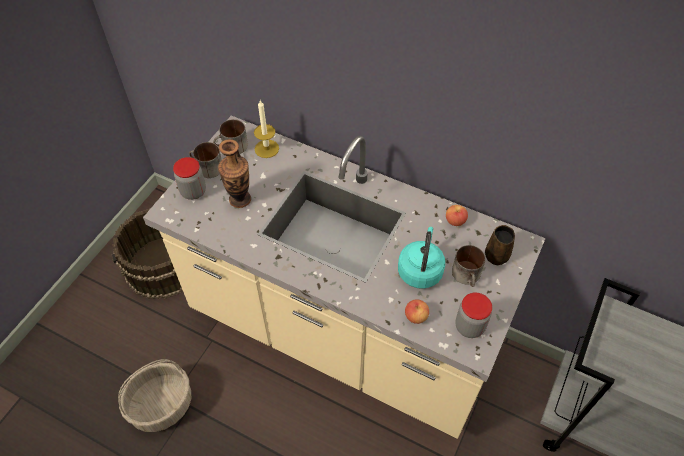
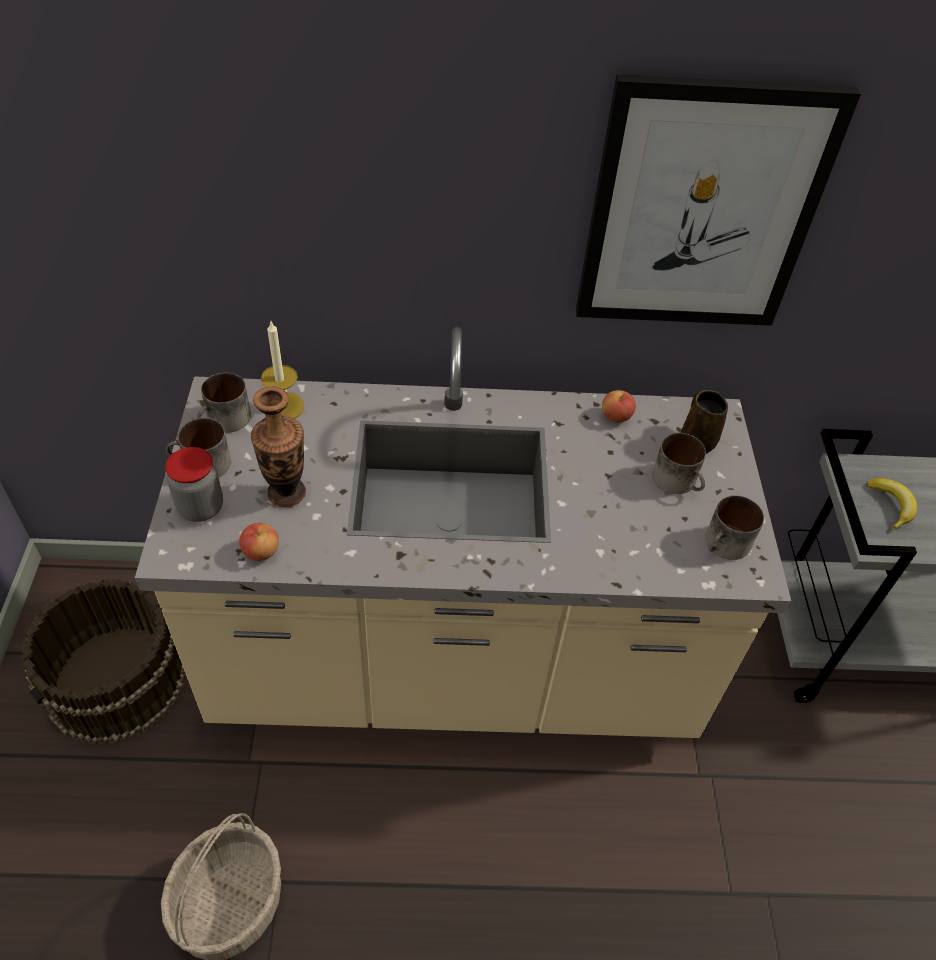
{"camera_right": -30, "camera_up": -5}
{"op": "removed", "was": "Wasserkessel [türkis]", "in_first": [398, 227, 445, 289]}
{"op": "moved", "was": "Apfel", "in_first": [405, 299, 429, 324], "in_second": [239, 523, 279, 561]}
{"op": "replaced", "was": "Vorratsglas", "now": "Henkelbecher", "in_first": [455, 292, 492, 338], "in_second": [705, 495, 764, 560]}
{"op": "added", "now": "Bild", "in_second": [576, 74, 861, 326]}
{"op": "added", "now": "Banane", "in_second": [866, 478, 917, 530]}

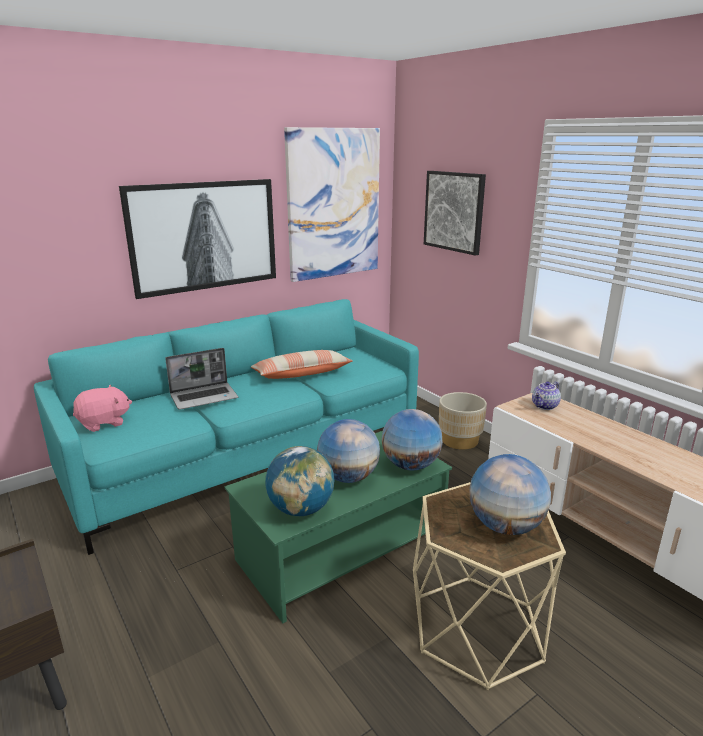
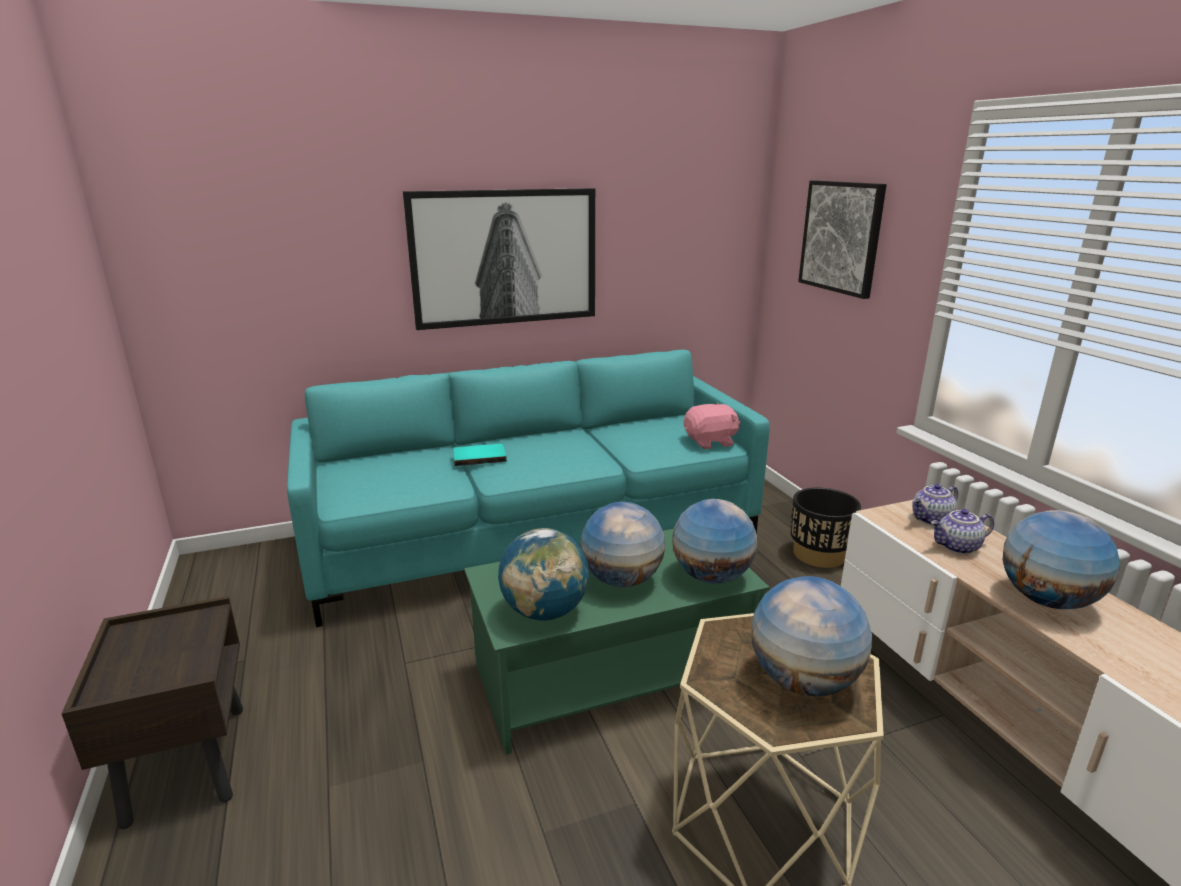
{"camera_right": 15, "camera_up": 0}
{"op": "moved", "was": "Plüschtier [rosa]", "in_first": [73, 385, 132, 432], "in_second": [684, 403, 740, 449]}
{"op": "replaced", "was": "Laptop", "now": "Buch [türkis]", "in_first": [165, 348, 238, 410], "in_second": [453, 444, 507, 466]}
{"op": "removed", "was": "Kissen", "in_first": [251, 350, 353, 379]}
{"op": "removed", "was": "Bild", "in_first": [284, 127, 380, 282]}
{"op": "recoloured", "was": "Pflanzkübel [beige]", "now": "Pflanzkübel [schwarz]", "in_first": [439, 392, 487, 450], "in_second": [790, 488, 861, 568]}
{"op": "added", "now": "Teekanne", "in_second": [931, 509, 994, 554]}
{"op": "added", "now": "Globus", "in_second": [1003, 510, 1120, 609]}

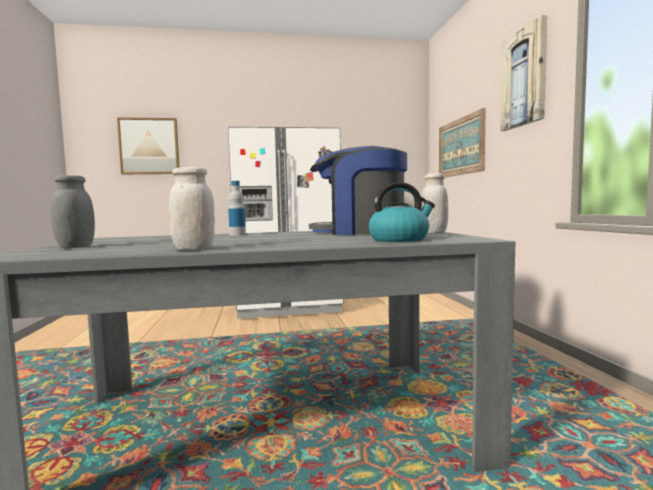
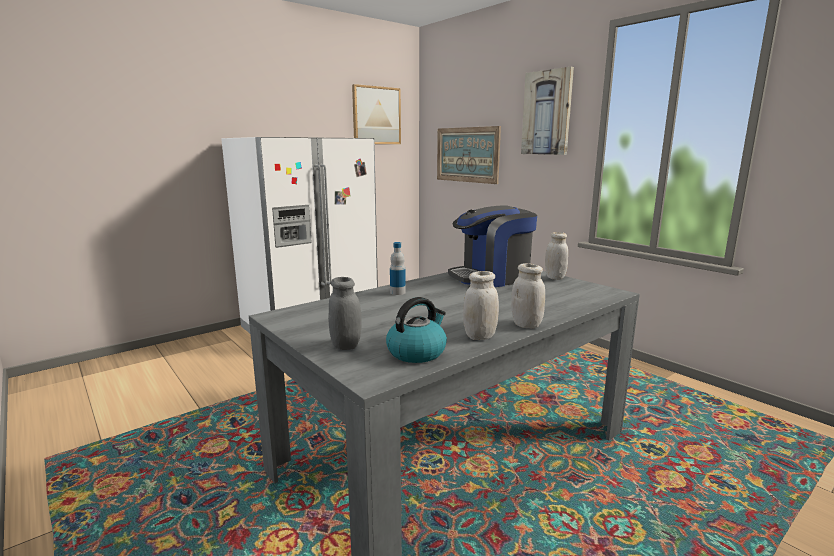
{"camera_right": -30, "camera_up": 10}
{"op": "moved", "was": "Bild", "in_first": [117, 117, 179, 174], "in_second": [352, 84, 401, 144]}
{"op": "moved", "was": "Wasserkessel", "in_first": [368, 182, 435, 242], "in_second": [386, 297, 447, 363]}
{"op": "added", "now": "Vorratsglas [weiß]", "in_second": [511, 263, 545, 329]}

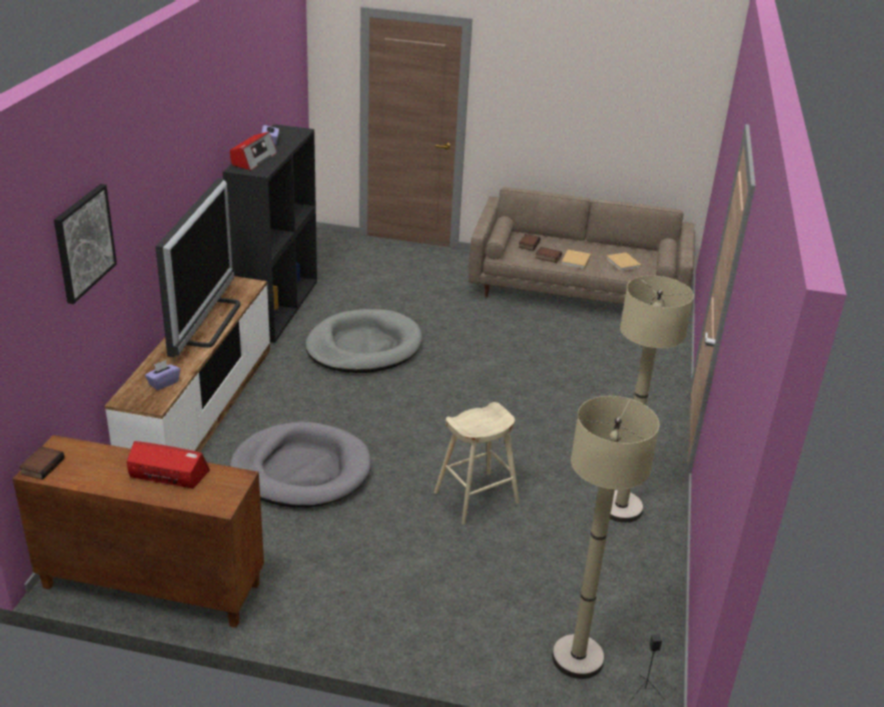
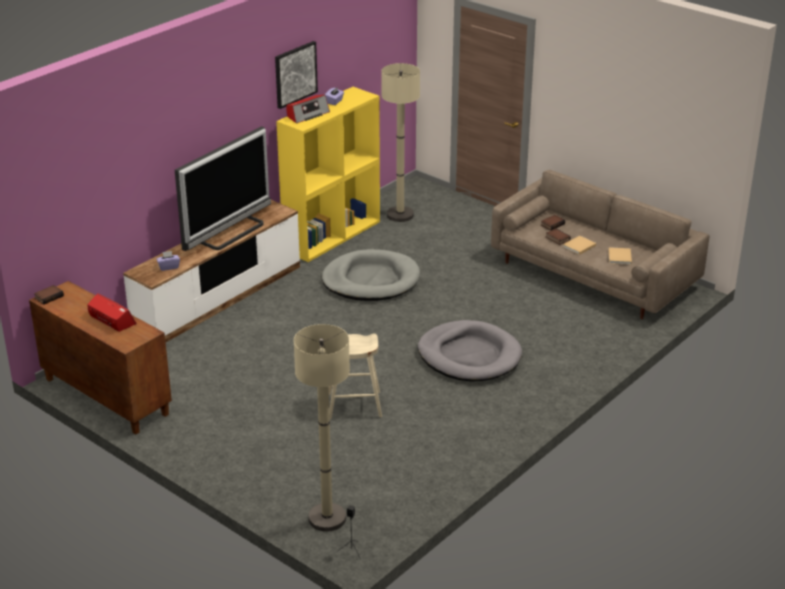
{"camera_right": 30, "camera_up": 0}
{"op": "moved", "was": "Bild", "in_first": [54, 184, 117, 304], "in_second": [275, 41, 318, 109]}
{"op": "recoloured", "was": "Bücherregal [schwarz]", "now": "Bücherregal [gelb]", "in_first": [223, 124, 317, 343], "in_second": [276, 87, 380, 262]}
{"op": "moved", "was": "Hundebett [grau]", "in_first": [230, 422, 371, 508], "in_second": [418, 320, 522, 381]}
{"op": "moved", "was": "Stehlampe [beige]", "in_first": [610, 276, 694, 523], "in_second": [381, 63, 420, 222]}

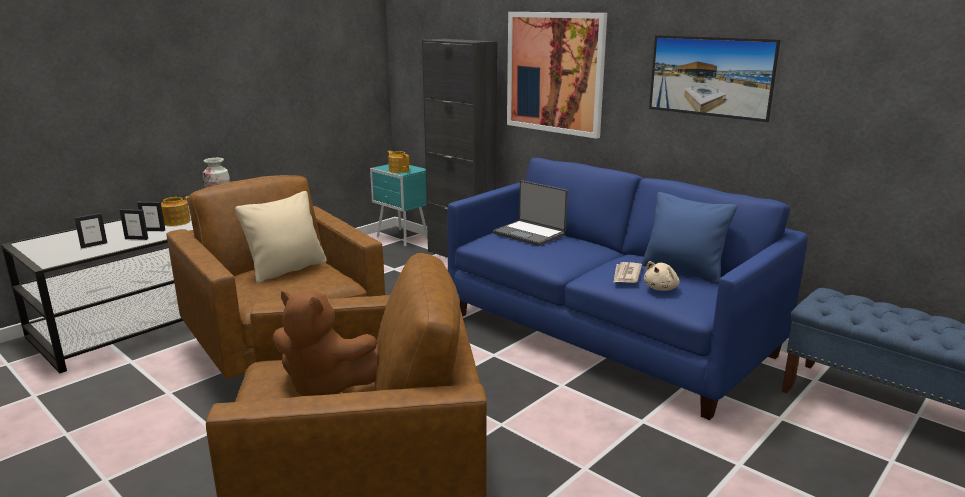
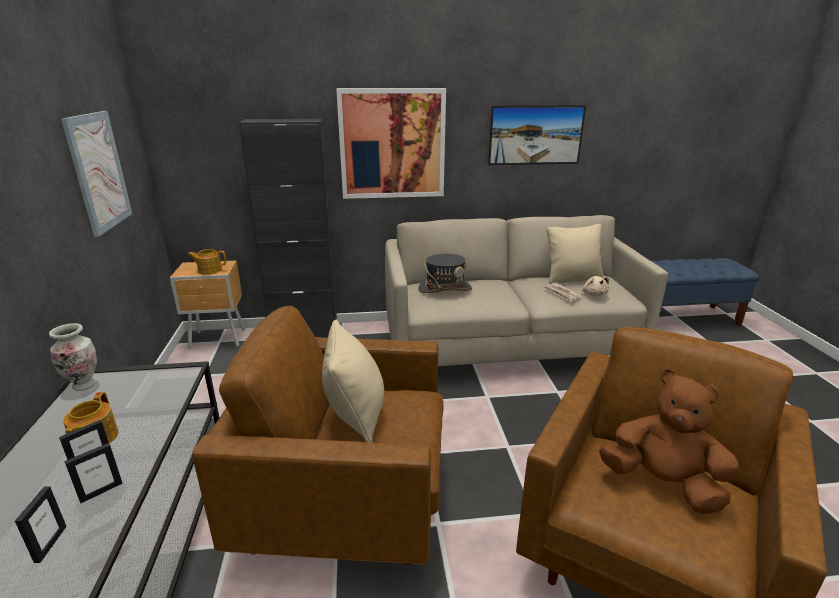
{"camera_right": -50, "camera_up": 5}
{"op": "turned", "was": "Plüschtier [braun]", "in_first": [273, 290, 378, 396], "in_second": [599, 370, 739, 514], "clockwise": -120}
{"op": "recoloured", "was": "Nachttisch [türkis]", "now": "Nachttisch [braun]", "in_first": [370, 164, 428, 247], "in_second": [170, 260, 246, 349]}
{"op": "recoloured", "was": "Sofa [blau]", "now": "Sofa [beige]", "in_first": [447, 158, 808, 420], "in_second": [385, 215, 668, 366]}
{"op": "replaced", "was": "Laptop", "now": "Hut [grau]", "in_first": [493, 180, 568, 246], "in_second": [418, 254, 472, 293]}
{"op": "recoloured", "was": "Kissen [blau]", "now": "Kissen [beige]", "in_first": [641, 192, 737, 284], "in_second": [547, 224, 604, 284]}
{"op": "added", "now": "Bild", "in_second": [61, 111, 132, 237]}

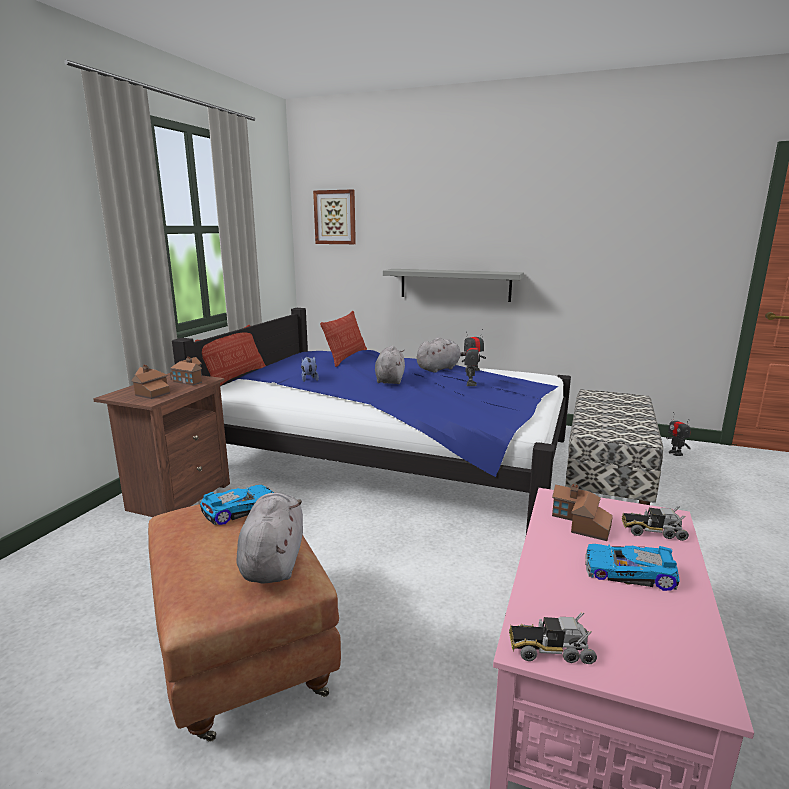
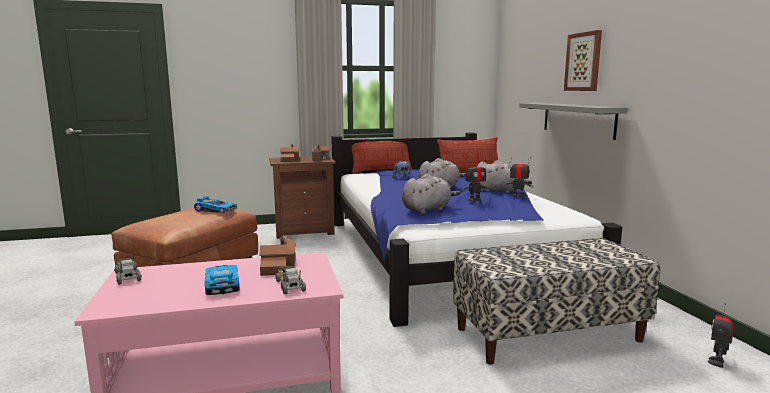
{"camera_right": 55, "camera_up": -5}
{"op": "moved", "was": "Plüschtier [grau]", "in_first": [236, 493, 303, 584], "in_second": [402, 174, 460, 214]}
{"op": "moved", "was": "Bild", "in_first": [313, 189, 356, 244], "in_second": [564, 30, 602, 91]}

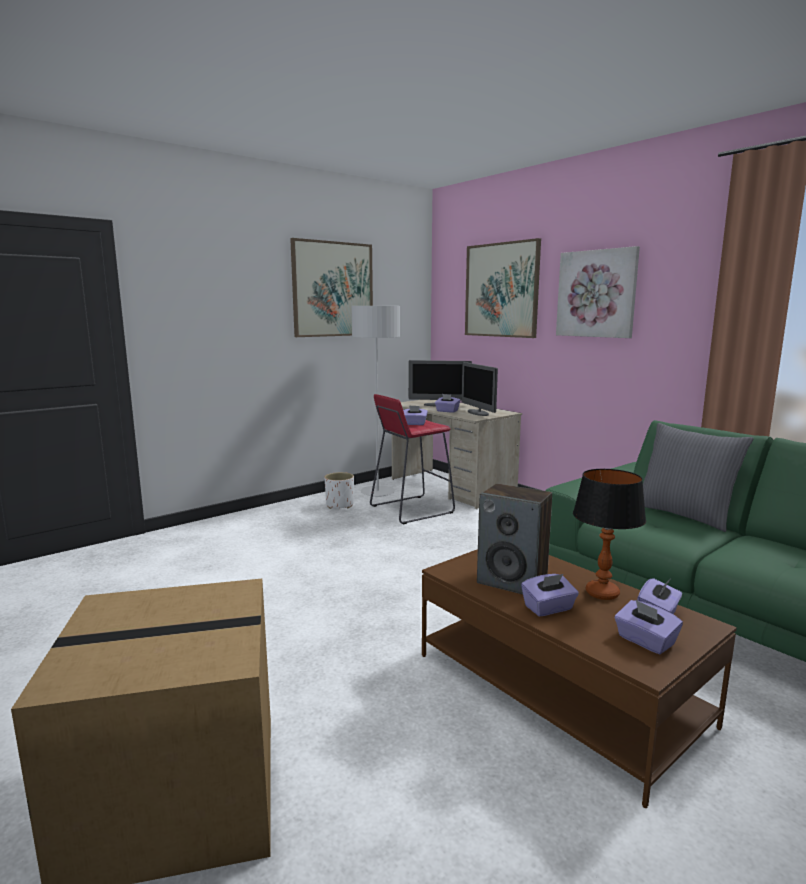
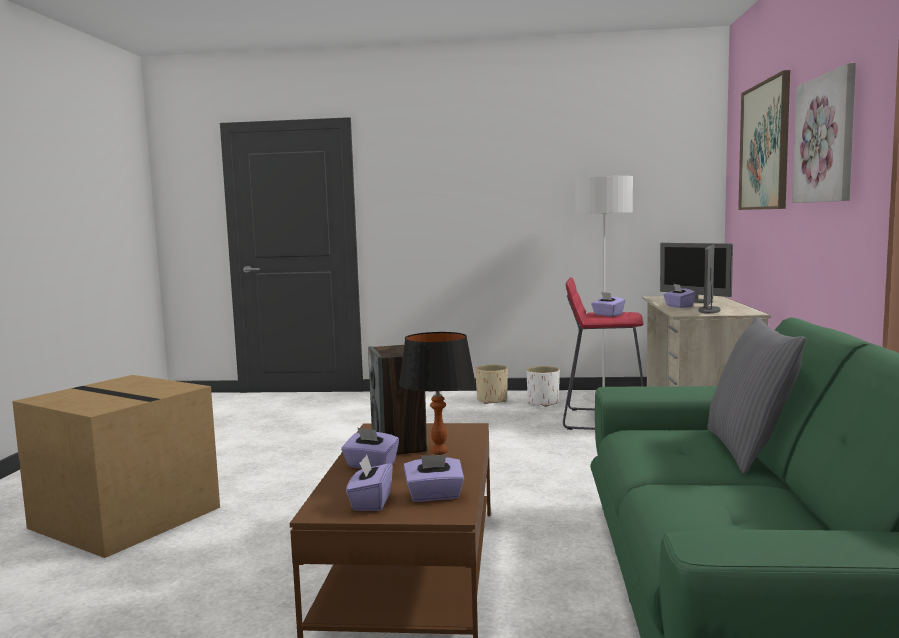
{"camera_right": 45, "camera_up": -5}
{"op": "removed", "was": "Bild", "in_first": [290, 238, 373, 337]}
{"op": "added", "now": "Pflanzkübel [beige]", "in_second": [475, 364, 508, 404]}

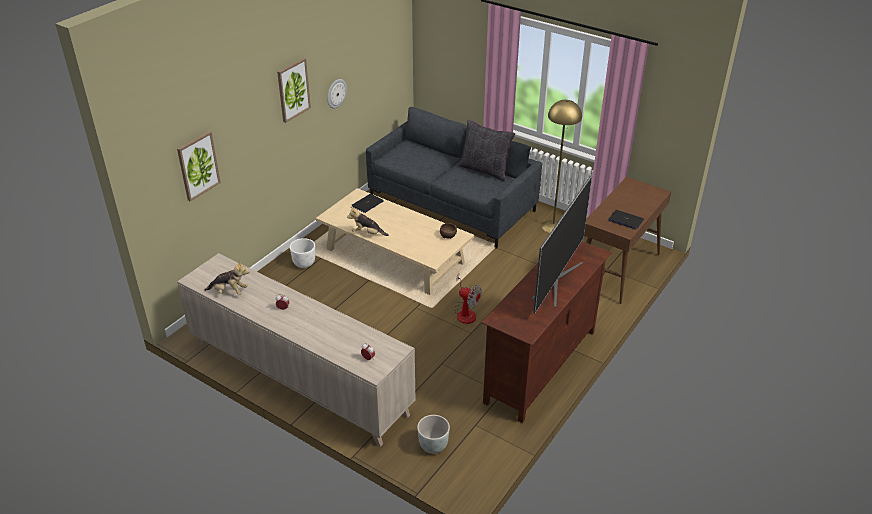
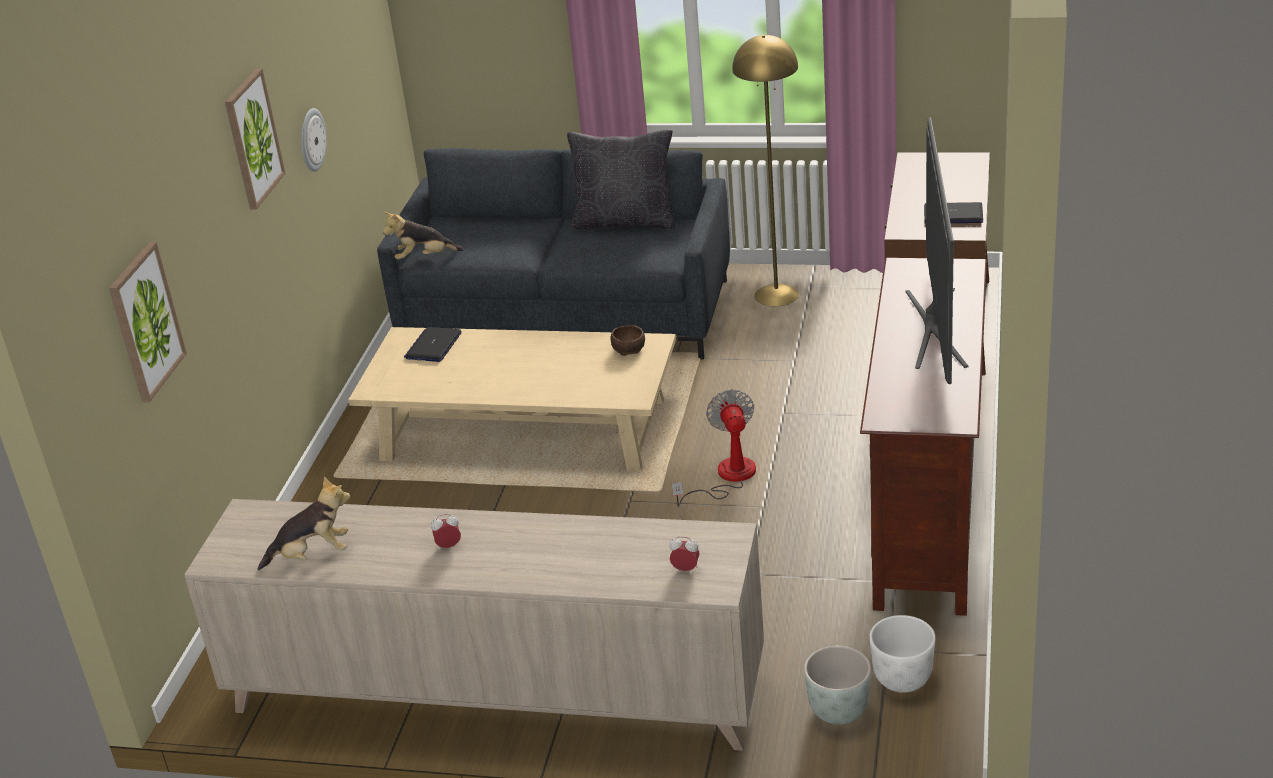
{"camera_right": -20, "camera_up": -5}
{"op": "moved", "was": "Pflanzkübel [weiß]", "in_first": [290, 238, 315, 268], "in_second": [869, 615, 936, 693]}
{"op": "moved", "was": "Plüschtier", "in_first": [347, 206, 389, 236], "in_second": [383, 212, 464, 260]}
{"op": "turned", "was": "Ventilator", "in_first": [453, 274, 482, 324], "in_second": [672, 389, 756, 507], "clockwise": -105}

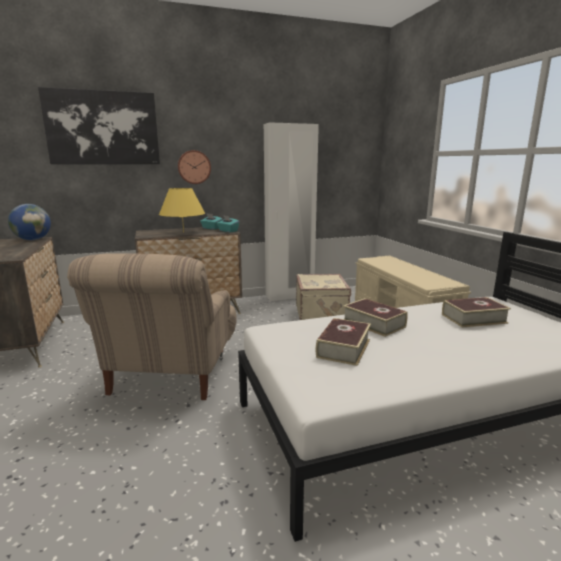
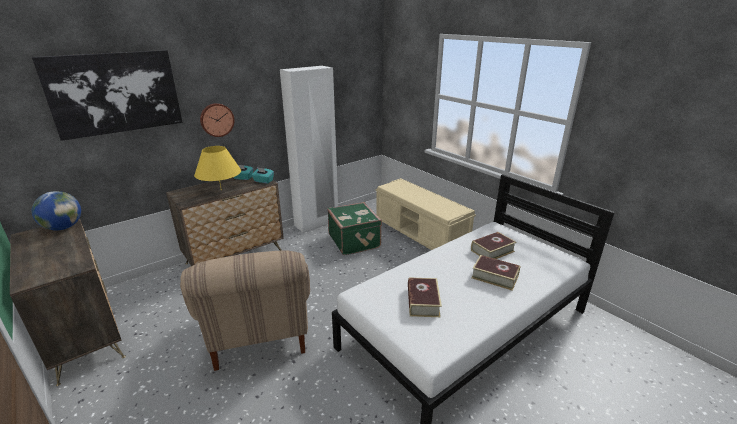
{"camera_right": -20, "camera_up": 10}
{"op": "recoloured", "was": "Koffer [beige]", "now": "Koffer [grün]", "in_first": [296, 274, 351, 320], "in_second": [328, 202, 382, 255]}
{"op": "moved", "was": "Buch", "in_first": [343, 298, 408, 337], "in_second": [471, 255, 520, 291]}

